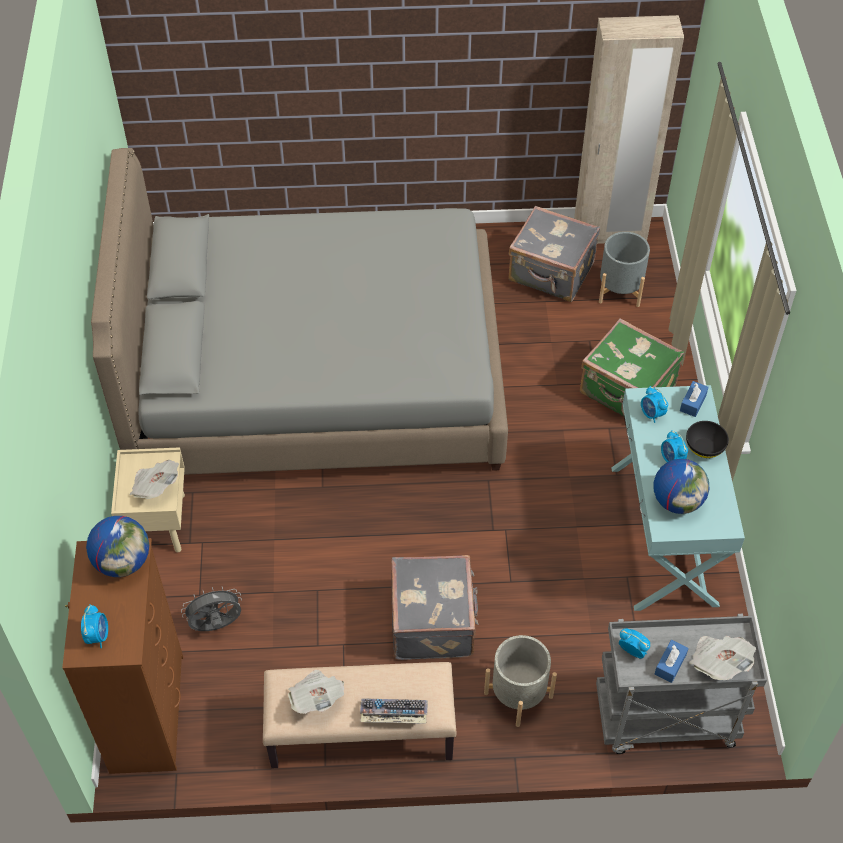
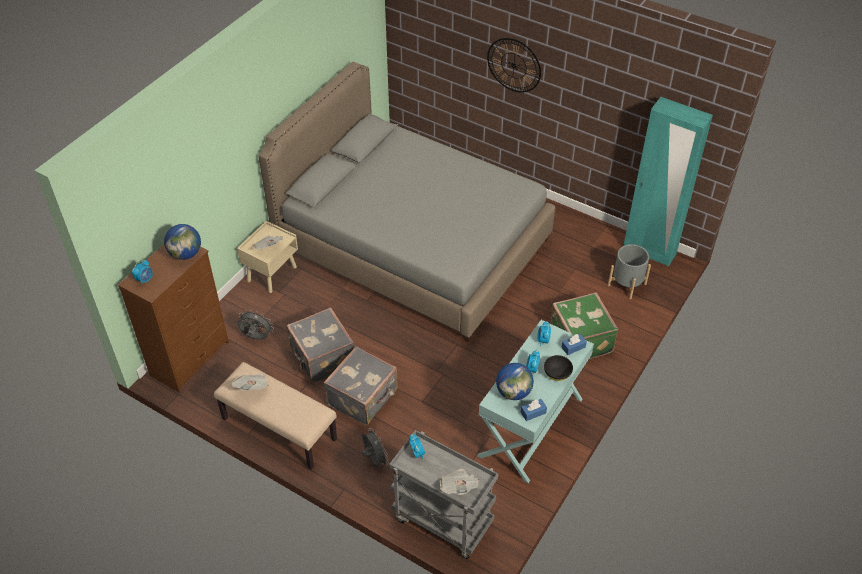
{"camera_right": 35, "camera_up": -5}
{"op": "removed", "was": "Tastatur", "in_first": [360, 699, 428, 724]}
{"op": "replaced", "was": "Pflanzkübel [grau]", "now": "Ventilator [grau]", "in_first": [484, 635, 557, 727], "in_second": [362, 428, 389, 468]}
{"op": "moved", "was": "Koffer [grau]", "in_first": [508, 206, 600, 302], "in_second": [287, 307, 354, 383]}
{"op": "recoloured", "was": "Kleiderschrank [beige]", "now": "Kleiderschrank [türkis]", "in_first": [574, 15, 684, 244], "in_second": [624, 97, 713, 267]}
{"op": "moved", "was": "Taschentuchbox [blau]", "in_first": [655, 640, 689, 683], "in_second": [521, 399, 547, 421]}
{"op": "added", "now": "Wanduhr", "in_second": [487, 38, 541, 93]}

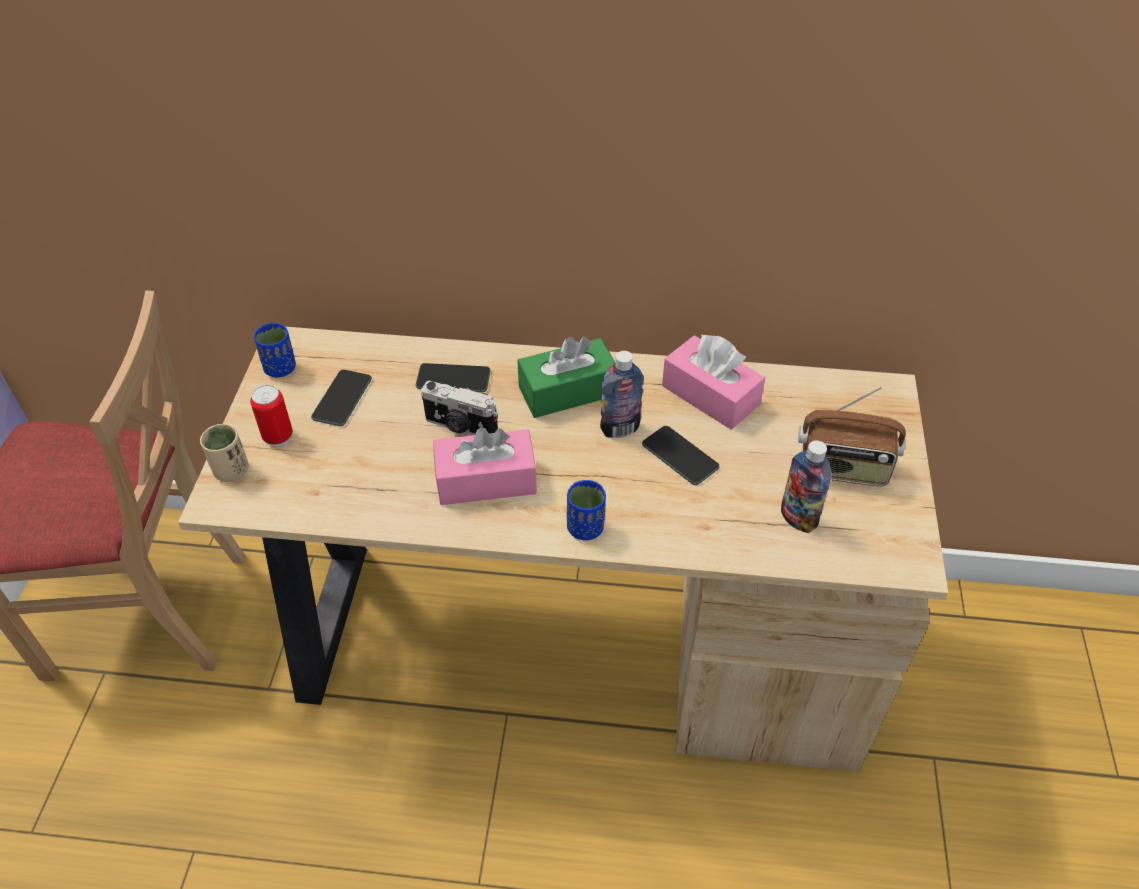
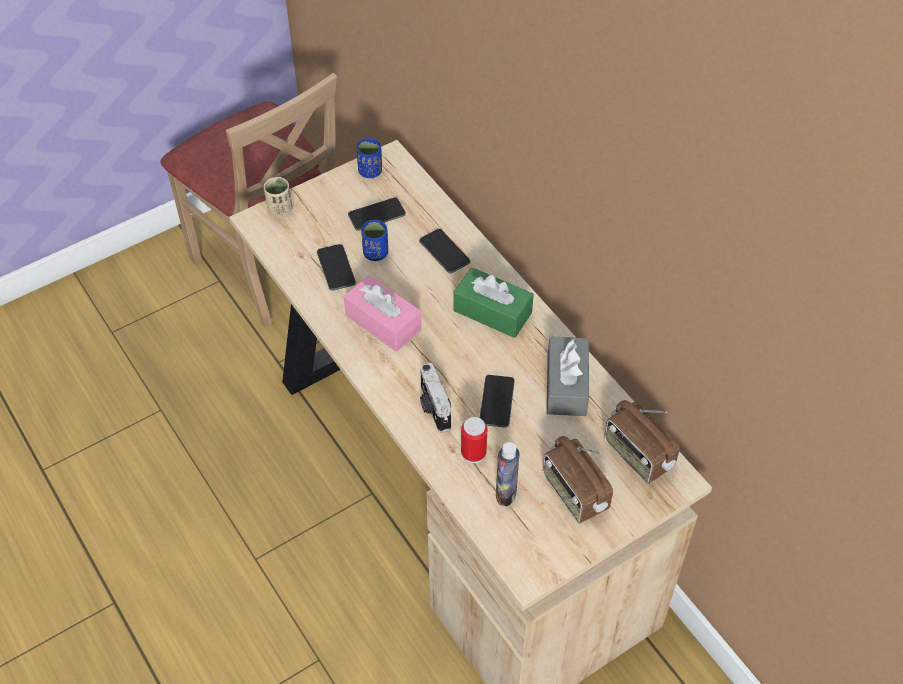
{"camera_right": 50, "camera_up": 5}
{"op": "moved", "was": "Dose", "in_first": [250, 385, 293, 447], "in_second": [461, 417, 487, 463]}
{"op": "moved", "was": "Kamera", "in_first": [421, 381, 498, 435], "in_second": [420, 363, 451, 433]}
{"op": "moved", "was": "Tasse [blau]", "in_first": [567, 480, 606, 540], "in_second": [361, 220, 388, 261]}
{"op": "removed", "was": "Flasche", "in_first": [600, 351, 644, 438]}
{"op": "recoloured", "was": "Taschentuchbox [rosa]", "now": "Taschentuchbox [grau]", "in_first": [662, 334, 765, 430], "in_second": [547, 336, 589, 416]}
{"op": "added", "now": "Handy", "in_second": [317, 244, 356, 291]}
{"op": "added", "now": "Radio", "in_second": [604, 400, 680, 484]}

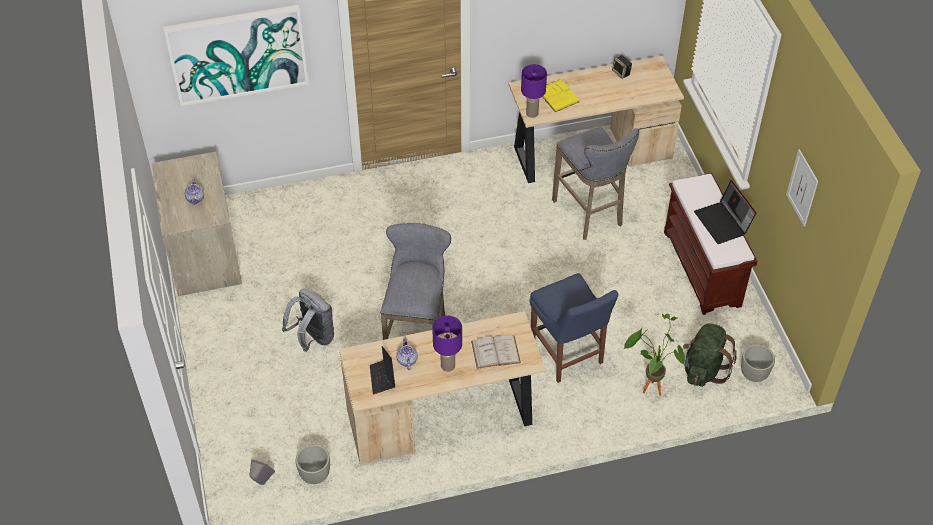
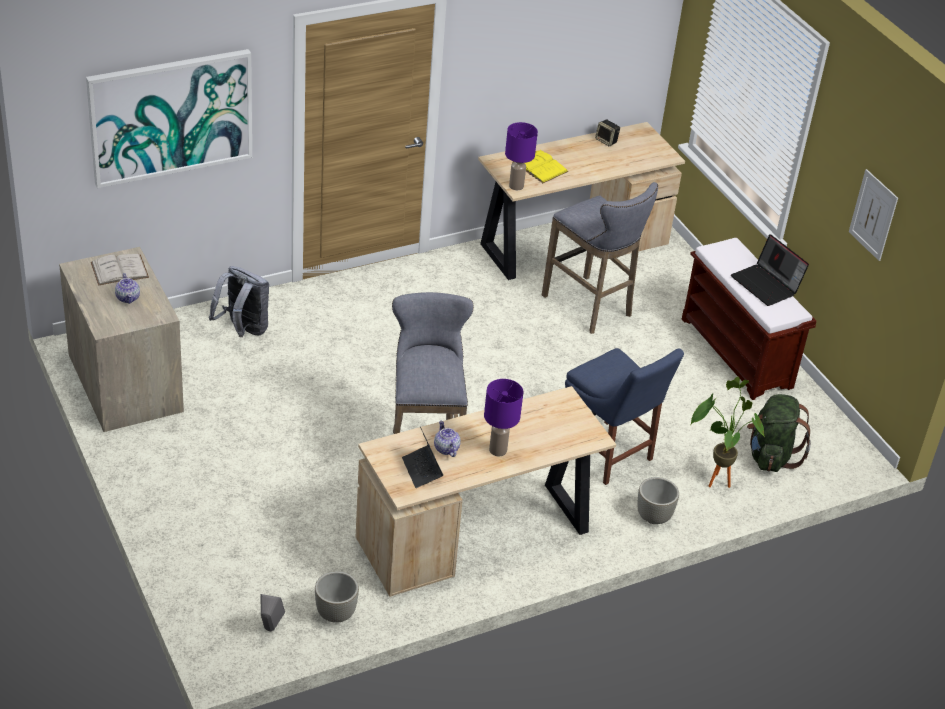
{"camera_right": -15, "camera_up": -10}
{"op": "moved", "was": "Rucksack [grau]", "in_first": [282, 289, 334, 352], "in_second": [209, 266, 269, 337]}
{"op": "moved", "was": "Buch [weiß]", "in_first": [471, 335, 521, 369], "in_second": [91, 254, 149, 286]}
{"op": "moved", "was": "Pflanzkübel [grau]", "in_first": [741, 345, 775, 382], "in_second": [637, 477, 679, 524]}

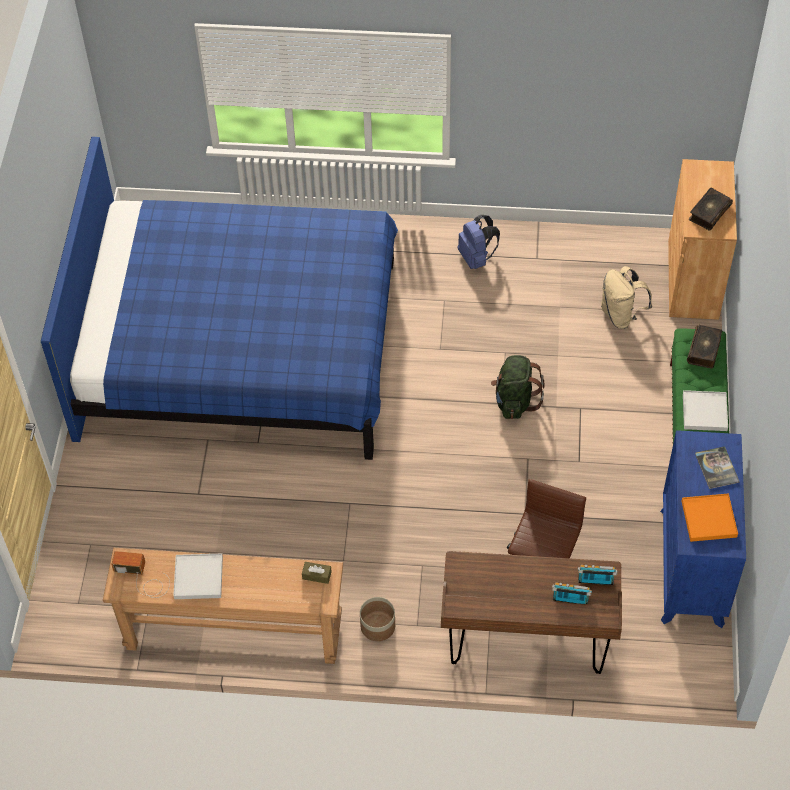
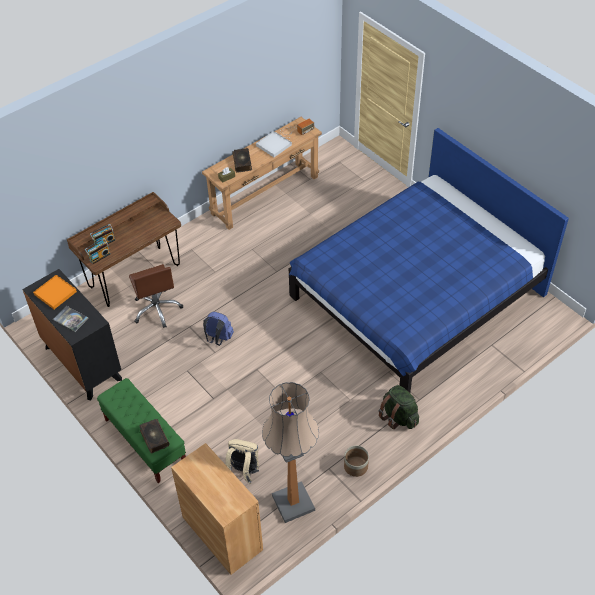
{"camera_right": 135, "camera_up": -5}
{"op": "moved", "was": "Pflanzkübel", "in_first": [360, 597, 395, 641], "in_second": [344, 446, 369, 477]}
{"op": "moved", "was": "Rucksack [blau]", "in_first": [458, 215, 500, 269], "in_second": [203, 312, 234, 346]}
{"op": "moved", "was": "Rucksack [grün]", "in_first": [491, 355, 544, 419], "in_second": [378, 385, 419, 429]}
{"op": "recoloured", "was": "Kommode [blau]", "now": "Kommode [schwarz]", "in_first": [660, 430, 746, 628], "in_second": [22, 269, 122, 400]}
{"op": "removed", "was": "Tablett [weiß]", "in_first": [683, 390, 728, 431]}
{"op": "moved", "was": "Buch", "in_first": [689, 188, 733, 231], "in_second": [232, 148, 252, 173]}
{"op": "added", "now": "Stehlampe", "in_second": [262, 382, 319, 523]}

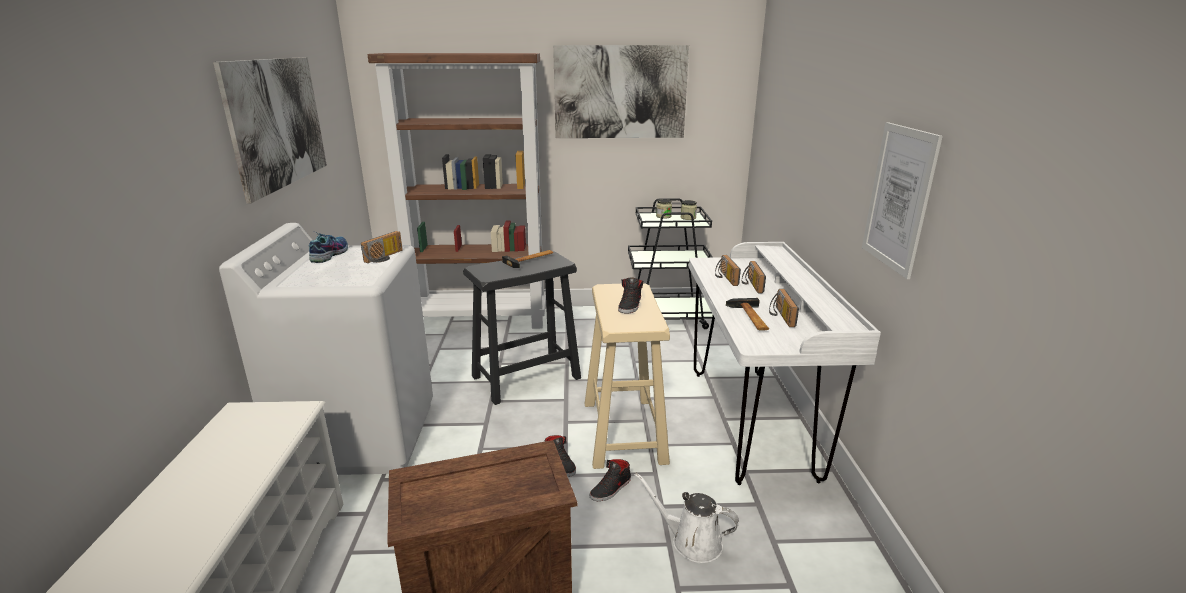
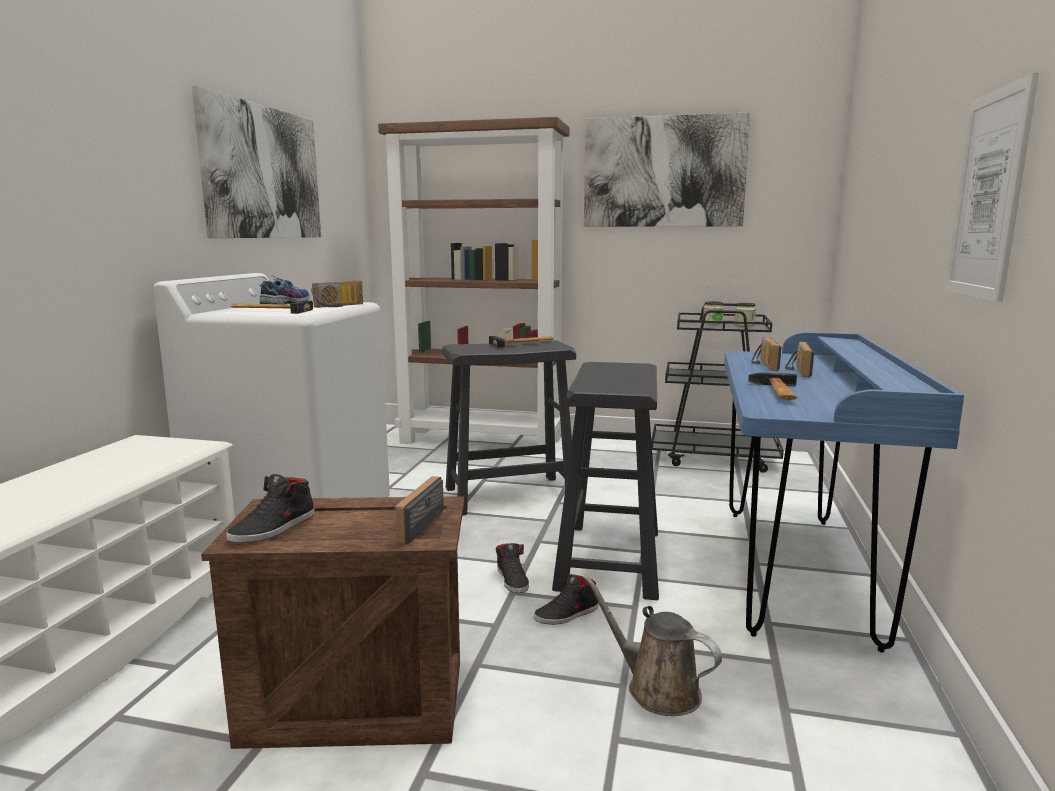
{"camera_right": 15, "camera_up": -10}
{"op": "recoloured", "was": "Hocker [beige]", "now": "Hocker [schwarz]", "in_first": [585, 283, 670, 469], "in_second": [552, 362, 659, 600]}
{"op": "moved", "was": "Schuh [schwarz]", "in_first": [618, 277, 644, 313], "in_second": [226, 474, 315, 543]}
{"op": "recoloured", "was": "Gießkanne [weiß]", "now": "Gießkanne [braun]", "in_first": [635, 473, 739, 563], "in_second": [583, 575, 722, 716]}
{"op": "recoloured", "was": "Schreibtisch [weiß]", "now": "Schreibtisch [blau]", "in_first": [689, 242, 881, 485], "in_second": [724, 332, 964, 653]}
{"op": "moved", "was": "Radio", "in_first": [769, 289, 799, 327], "in_second": [395, 476, 444, 545]}
{"op": "added", "now": "Hammer", "in_second": [231, 301, 313, 314]}

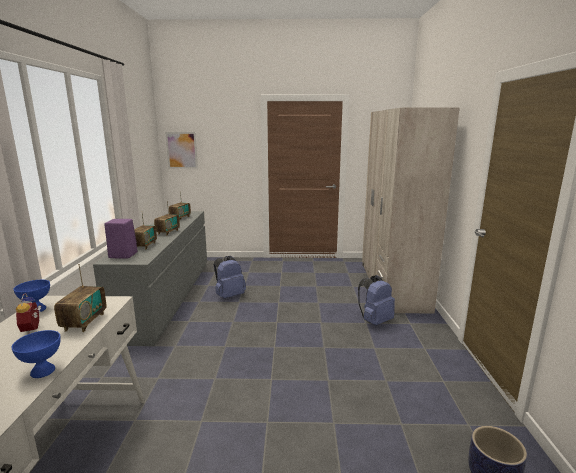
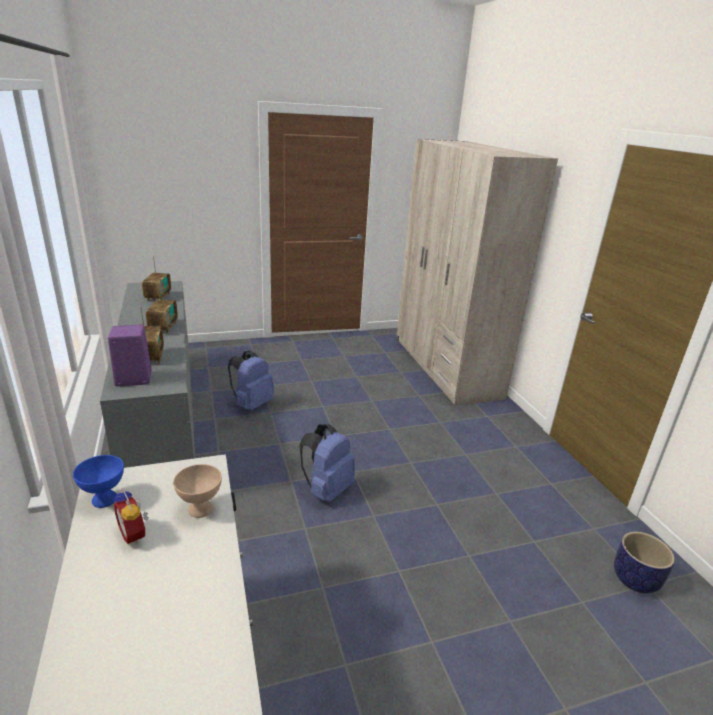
{"camera_right": -20, "camera_up": 10}
{"op": "removed", "was": "Schüssel [blau]", "in_first": [11, 330, 61, 378]}
{"op": "replaced", "was": "Radio", "now": "Schüssel [beige]", "in_first": [54, 264, 107, 332], "in_second": [173, 464, 222, 518]}
{"op": "removed", "was": "Bild", "in_first": [165, 132, 198, 169]}
{"op": "moved", "was": "Rucksack [blau]", "in_first": [358, 275, 395, 326], "in_second": [299, 424, 355, 502]}

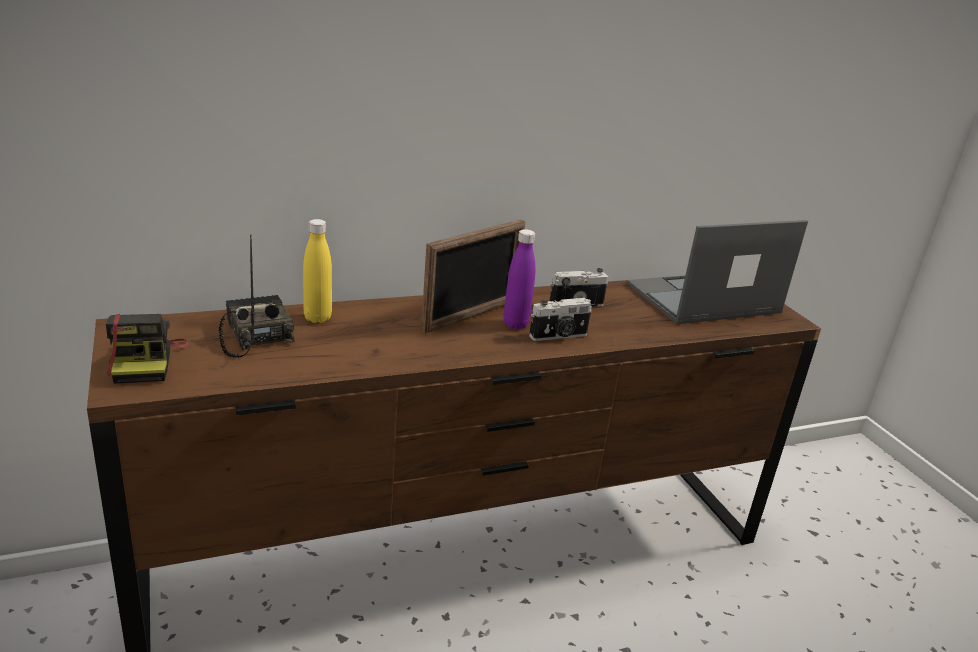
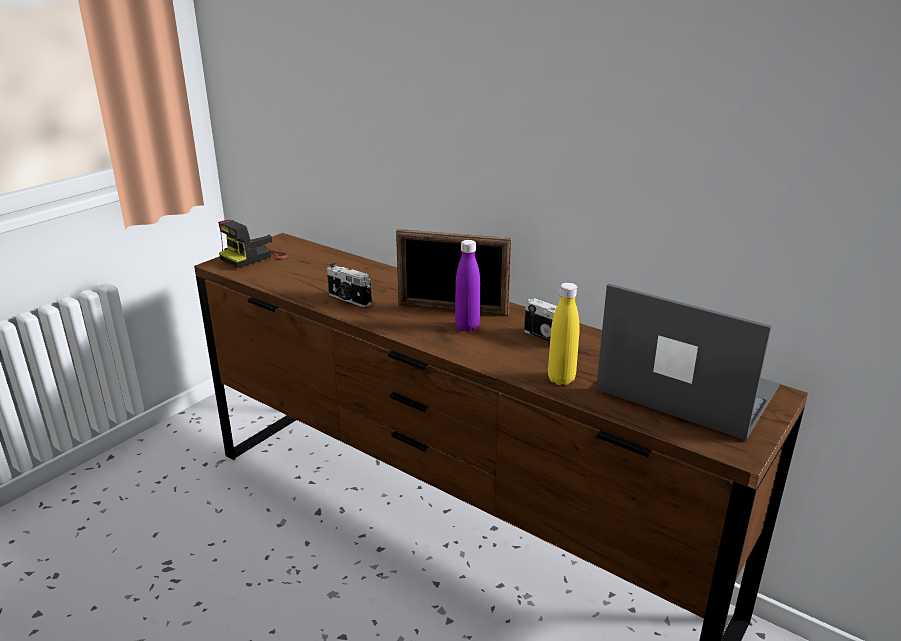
{"camera_right": 60, "camera_up": 0}
{"op": "removed", "was": "Radio", "in_first": [219, 234, 294, 358]}
{"op": "moved", "was": "Flasche [gelb]", "in_first": [303, 219, 332, 323], "in_second": [548, 283, 580, 385]}
{"op": "moved", "was": "Kamera", "in_first": [529, 298, 592, 341], "in_second": [327, 263, 372, 307]}

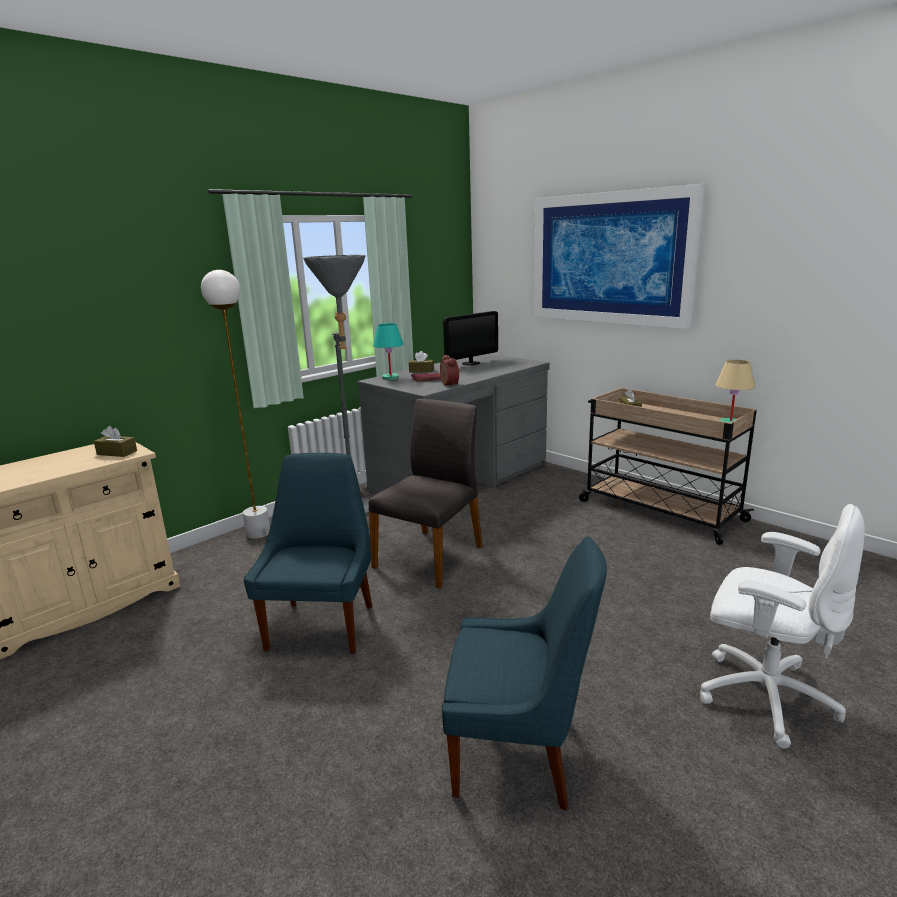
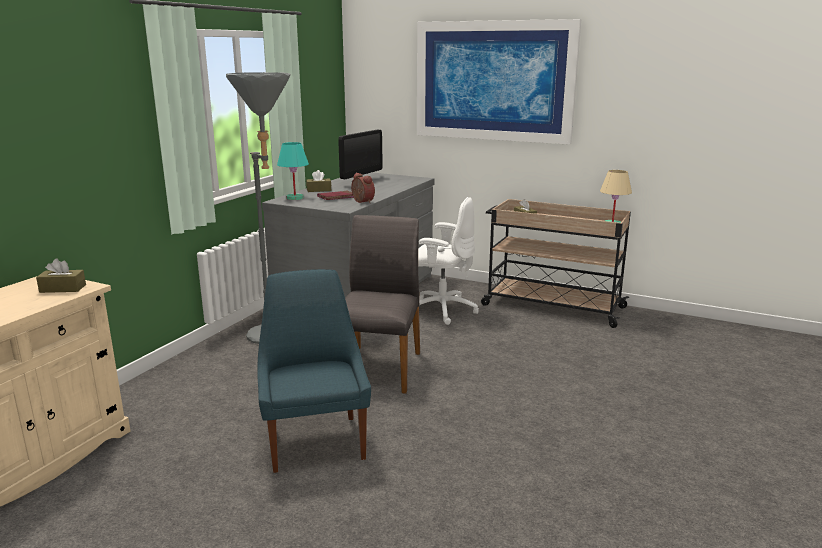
{"camera_right": -20, "camera_up": 0}
{"op": "removed", "was": "Stehlampe [weiß]", "in_first": [201, 270, 270, 539]}
{"op": "removed", "was": "Stuhl [blau]", "in_first": [442, 536, 607, 811]}
{"op": "moved", "was": "Bürostuhl [weiß]", "in_first": [700, 504, 865, 749], "in_second": [418, 197, 479, 325]}

